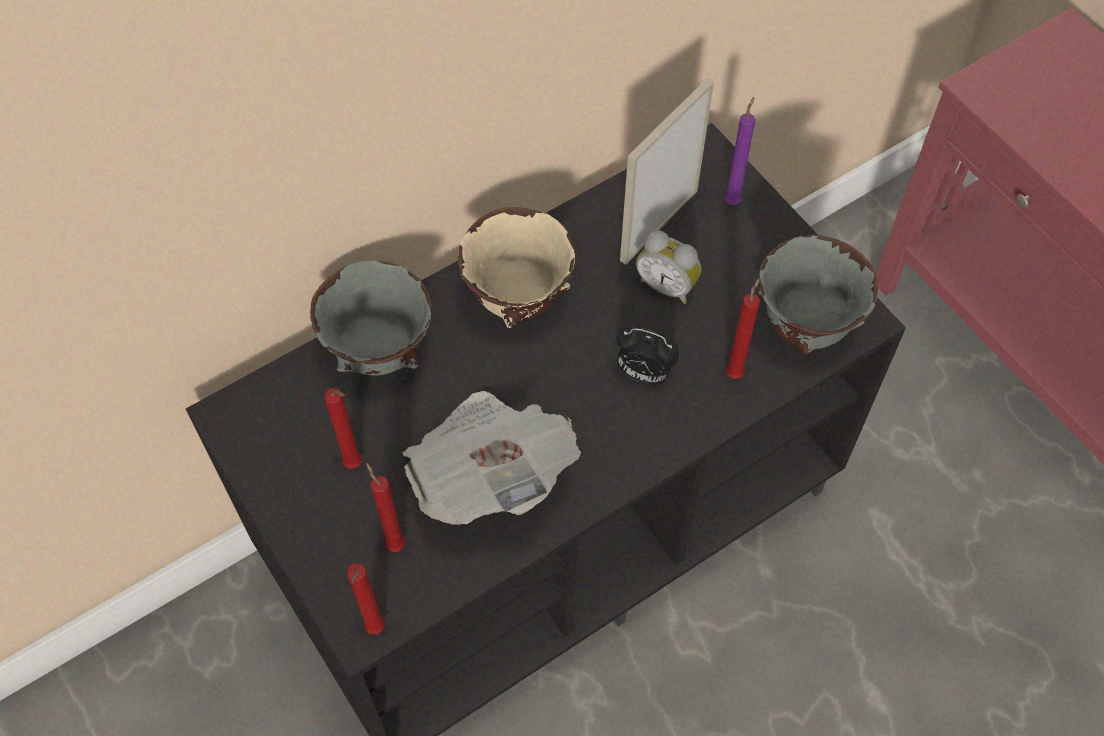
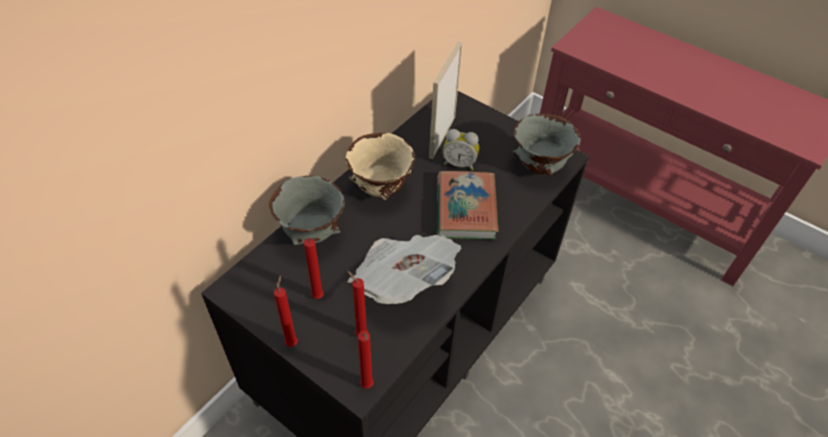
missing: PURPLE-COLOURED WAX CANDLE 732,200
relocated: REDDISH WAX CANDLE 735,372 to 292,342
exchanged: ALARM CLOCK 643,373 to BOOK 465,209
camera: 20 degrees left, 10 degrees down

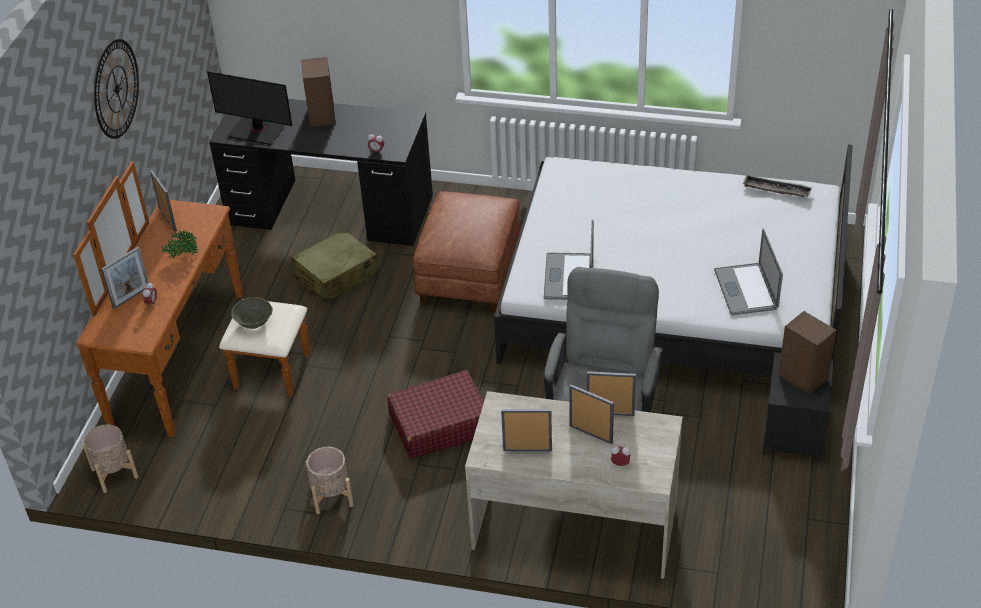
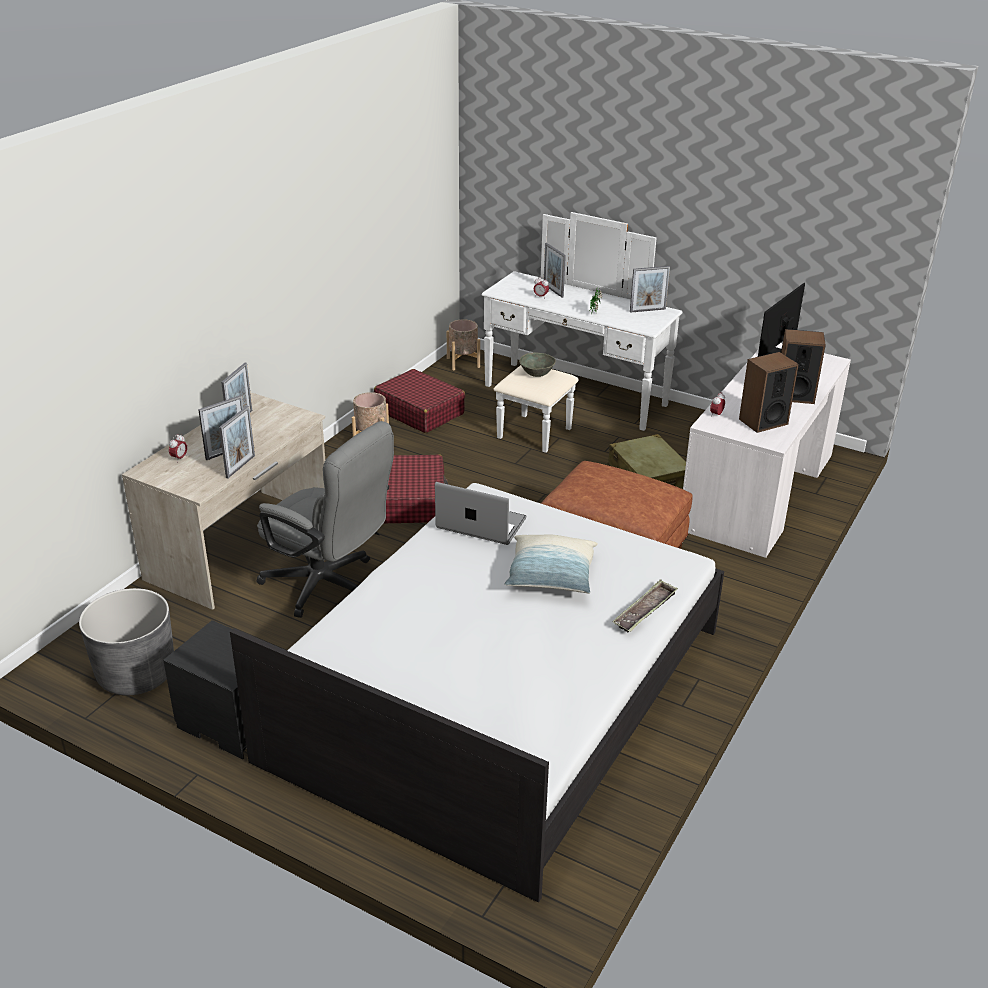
missing: CLOCK ON THE WALL 116,89; PORTABLE COMPUTER 746,289
appeared: GRAY PLANTER 136,673; REDDISH SUITCASE 419,412; CUSHION 551,577
relocated: CARRYING TRAY 776,189 to 645,610; LOUDSPEAKER 803,377 to 763,421
colour: BROWN CHEST OF DRAWERS 200,360 to WHITISH CHEST OF DRAWERS 567,404; BLACK-COLOURED DESK TABLE 330,210 to WHITISH DESK TABLE 757,491
camera: 105 degrees right, 10 degrees down

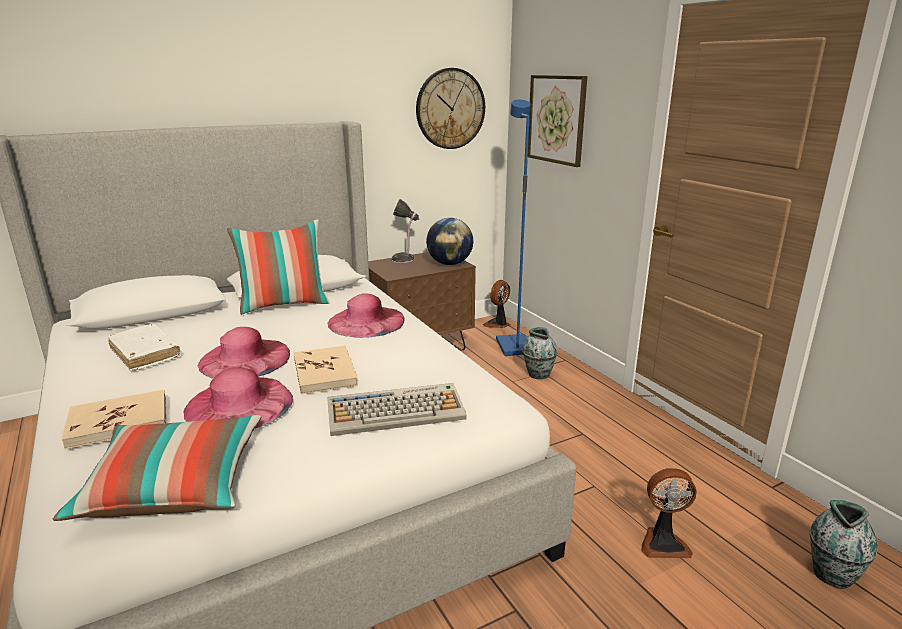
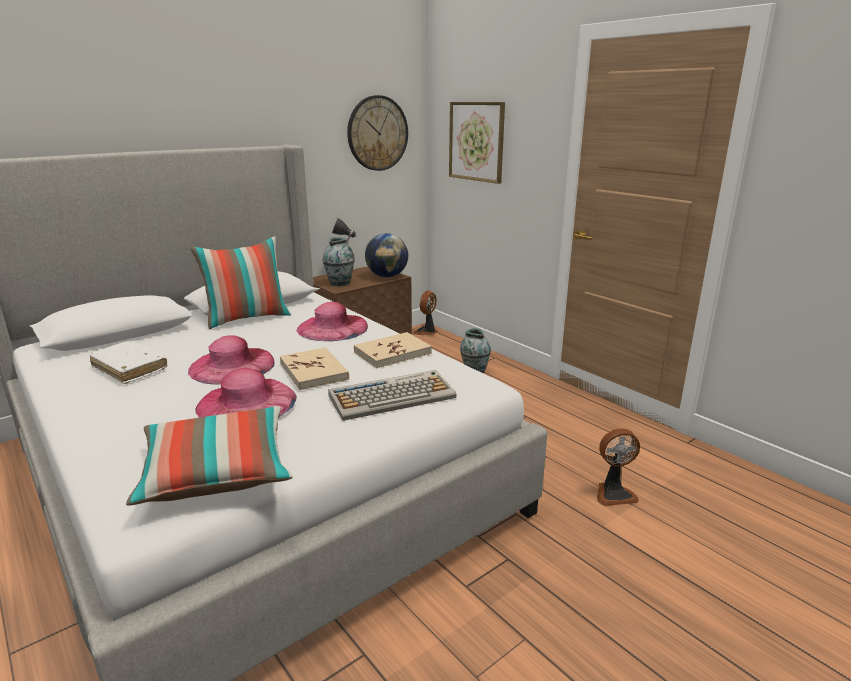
missing: BLUE STANDARD LAMP 513,347
relocated: BEIGE-COLOURED BOOK 118,422 to 392,353; VASE 832,574 to 340,283
camera: 10 degrees left, 0 degrees up

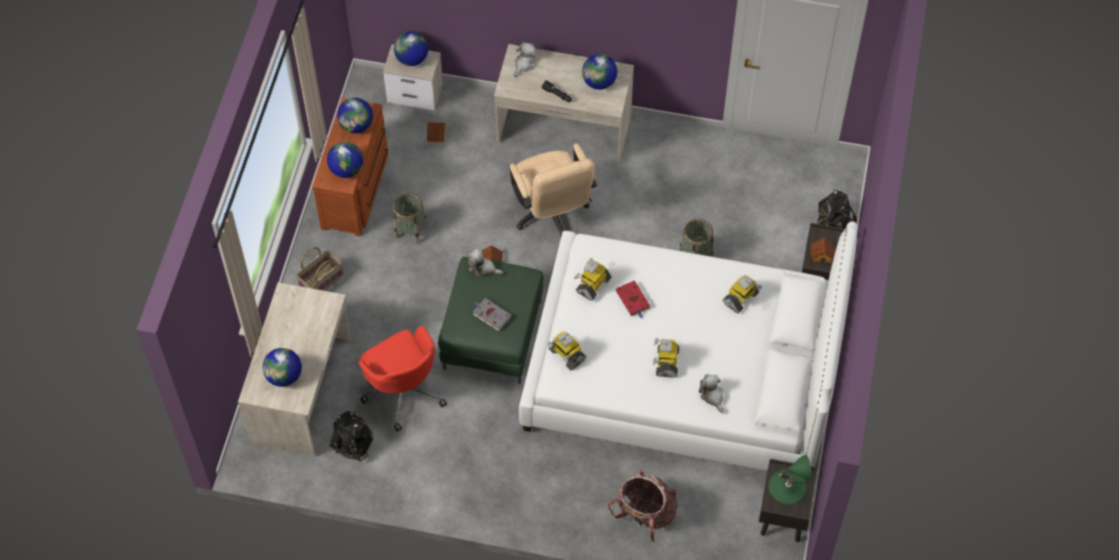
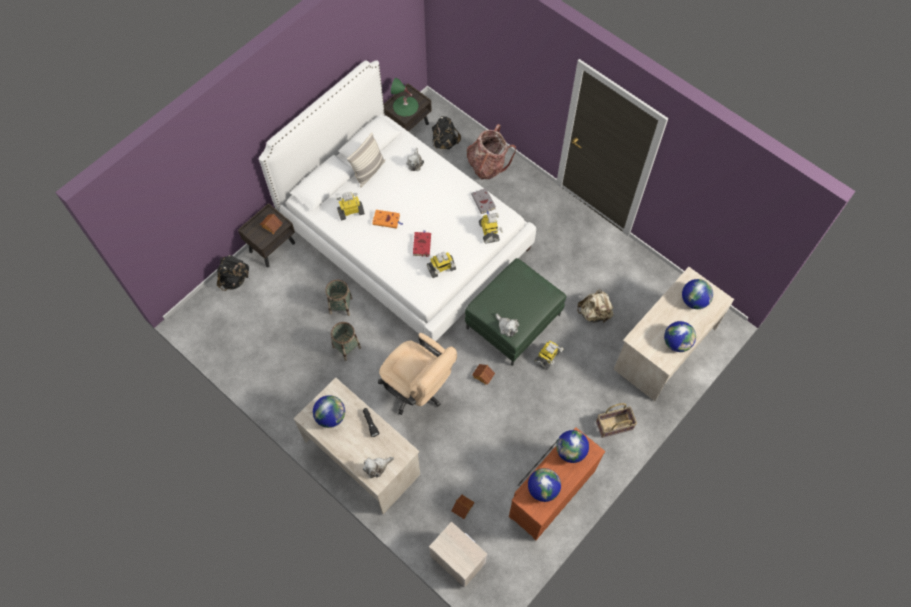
appeared: CUSHION 369,171; ORANGEY BOOK 387,220
relocated: BLACK-COLOURED BACKPACK 353,444 to 445,142; HOUSEHOLD BASKET 410,230 to 346,347; DESK GLOBE 412,59 to 676,342; GRAY BOOK 491,315 to 484,202; TOY ROBOT 666,362 to 547,357
exchanged: REDDISH OFFICE CHAIR 404,390 to BEIGE-COLOURED BACKPACK 594,313
spun: BEIGE-COLOURED OFFICE CHAIR 551,215 = 417,389 120 degrees clockwise
camera: 150 degrees left, 5 degrees up

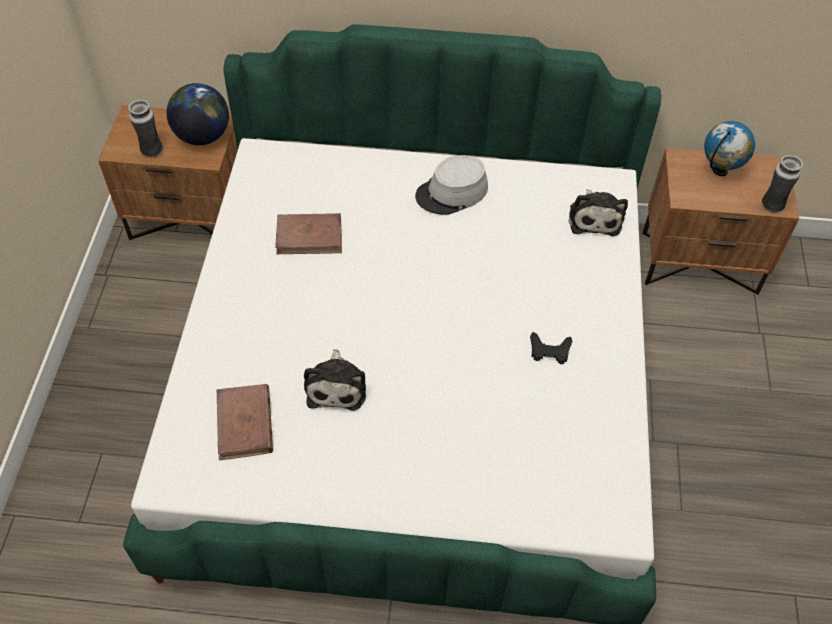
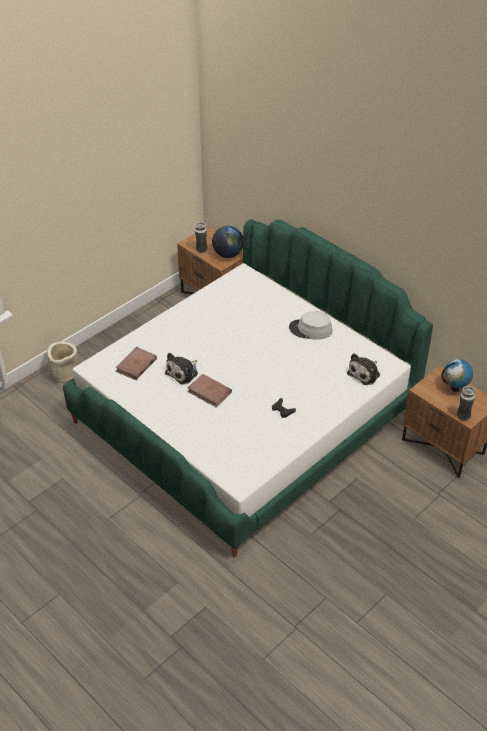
appeared: BEIGE-COLOURED PLANTER 64,374
relocated: BROWN BOOK 309,236 to 209,392
camera: 40 degrees right, 10 degrees down

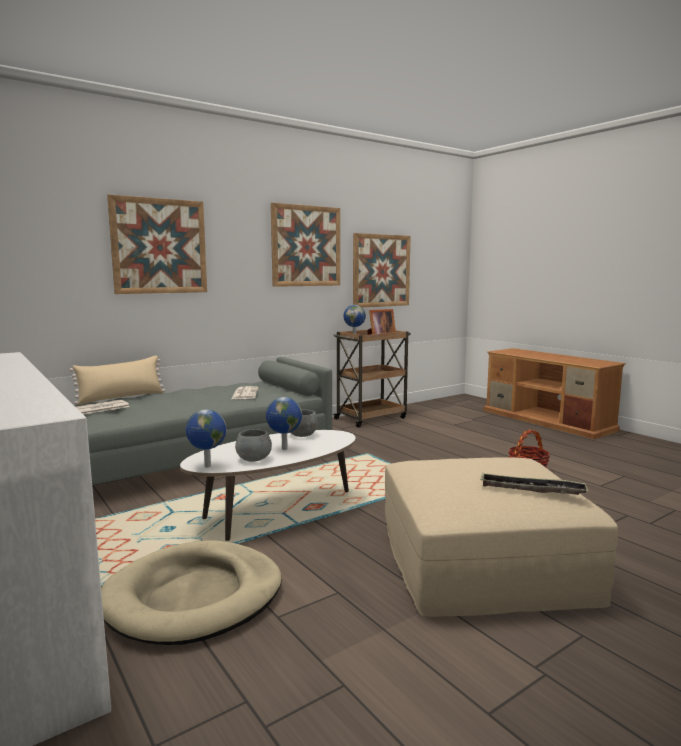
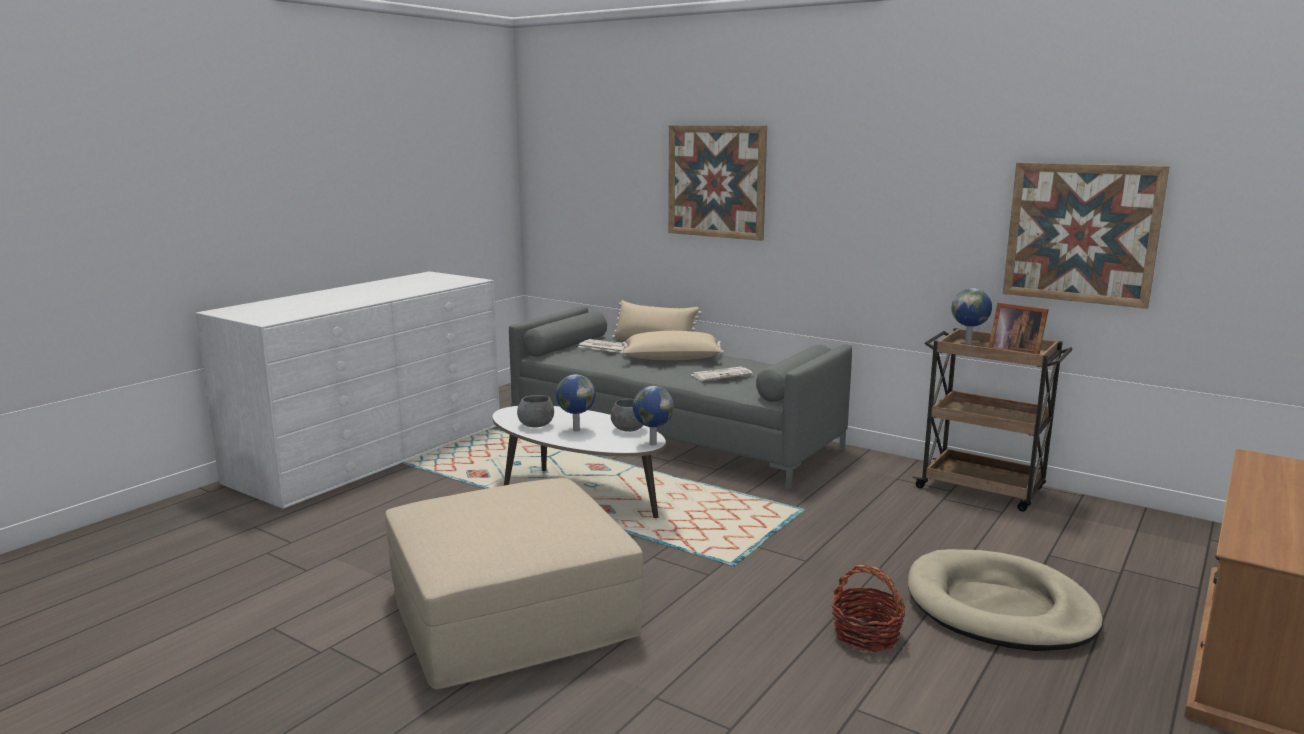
missing: PICTURE 306,246; CARRYING TRAY 531,489
appeared: BEIGE-COLOURED CUSHION 671,360
relocated: BEIGE-COLOURED DOG BED 194,597 to 999,608; DESK GLOBE 206,466 to 652,444
camera: 70 degrees right, 5 degrees up

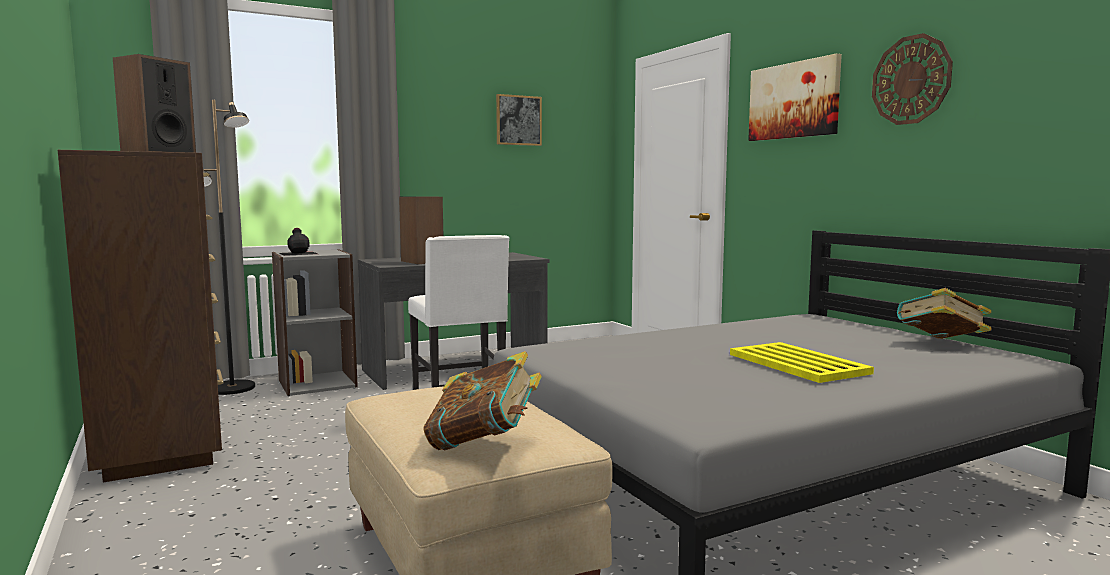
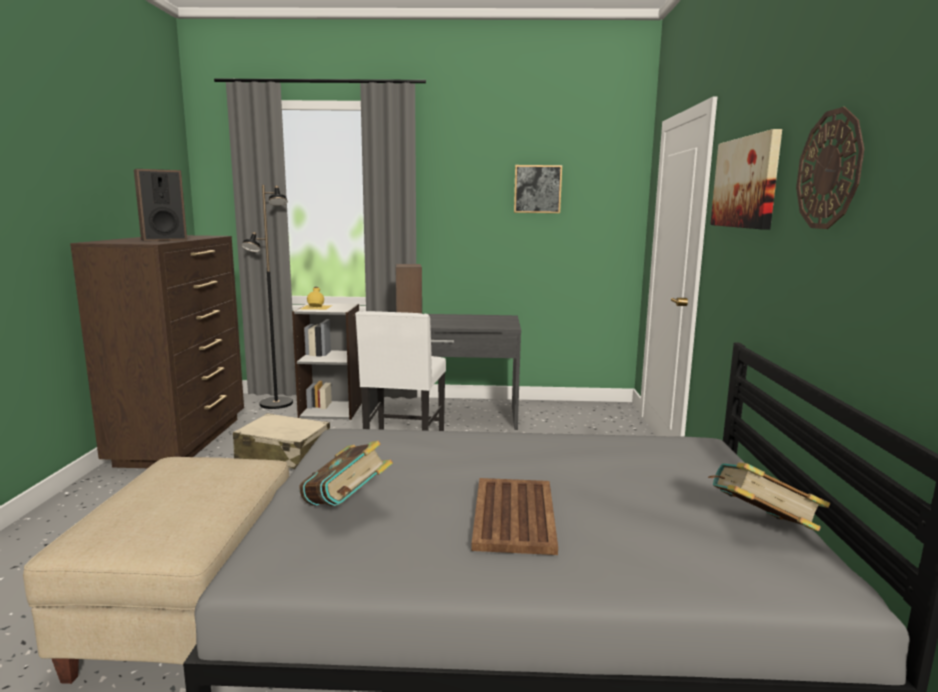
appeared: BEIGE-COLOURED SUITCASE 283,455
relocated: BOOK 484,444 to 346,507
colour: BLACK-COLOURED DRINK BOTTLE 299,253 to YELLOWISH DRINK BOTTLE 316,307; YELLOWISH CARRYING TRAY 797,363 to BROWN CARRYING TRAY 514,515
camera: 30 degrees right, 5 degrees up

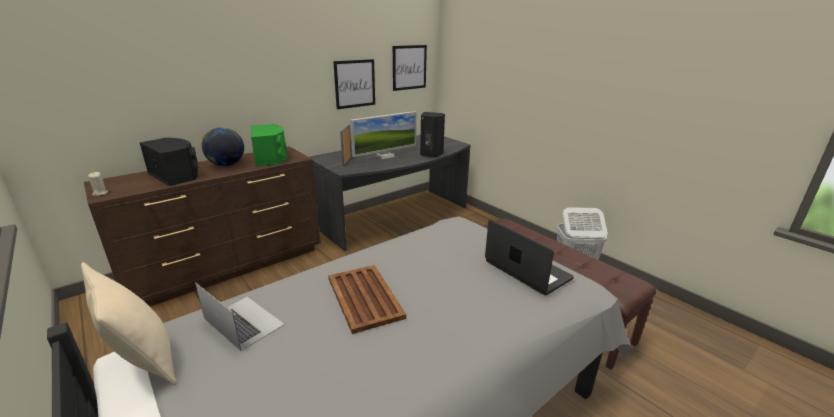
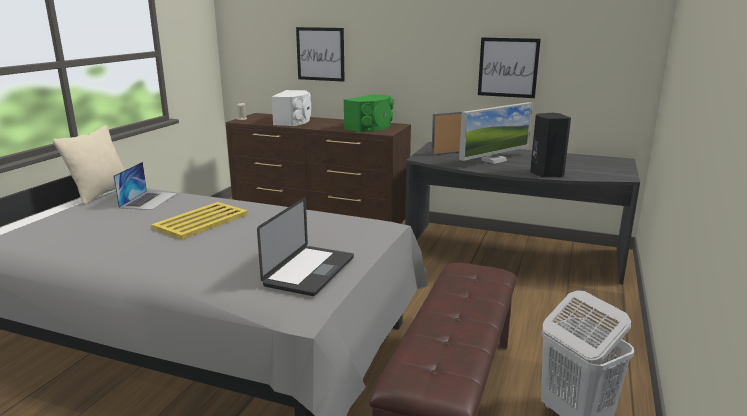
missing: DESK GLOBE 226,165
relocated: PICTURE 409,67 to 320,54
colour: BLACK-COLOURED LOUDSPEAKER 176,175 to WHITISH LOUDSPEAKER 294,121; BROWN CARRYING TRAY 364,298 to YELLOWISH CARRYING TRAY 200,221
spun: MONITOR 385,156 = 493,160 60 degrees counterclockwise
camera: 60 degrees right, 5 degrees down

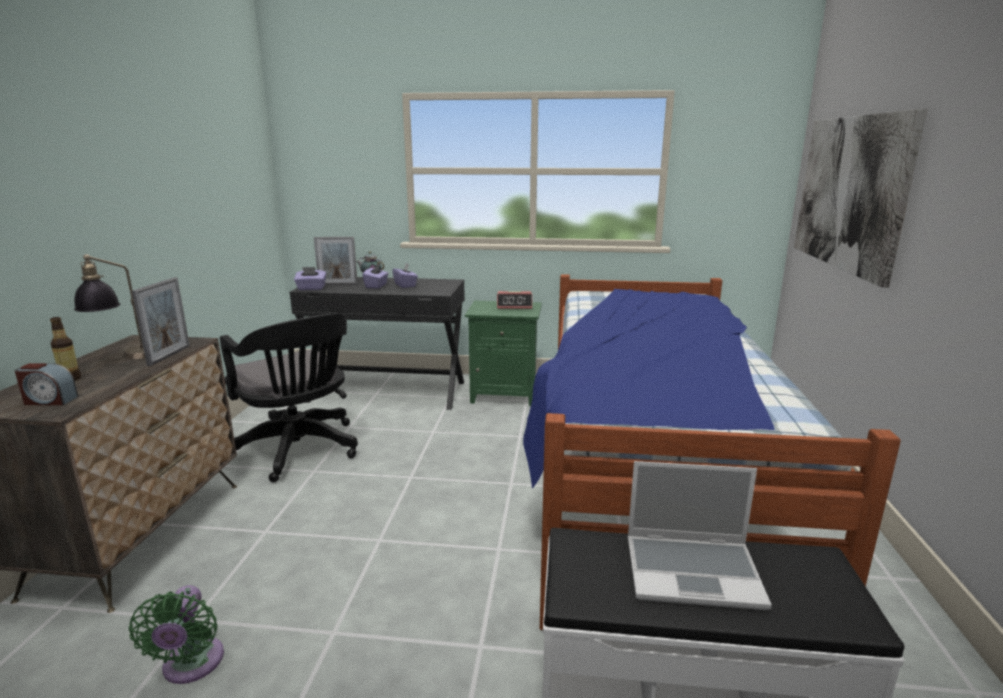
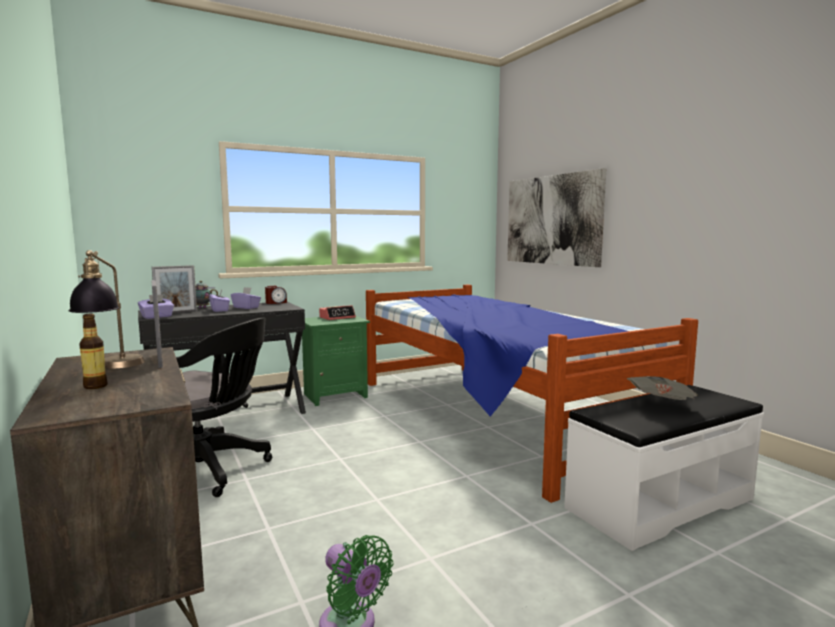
relocated: ALARM CLOCK 50,400 to 276,303
exchanged: PORTABLE COMPUTER 694,572 to PRINTED PAPER 662,406
camera: 35 degrees left, 10 degrees down

